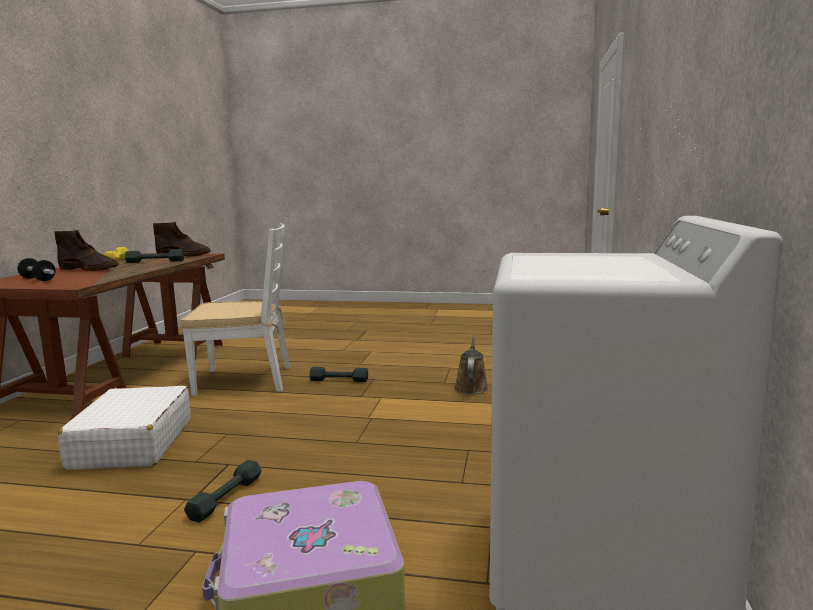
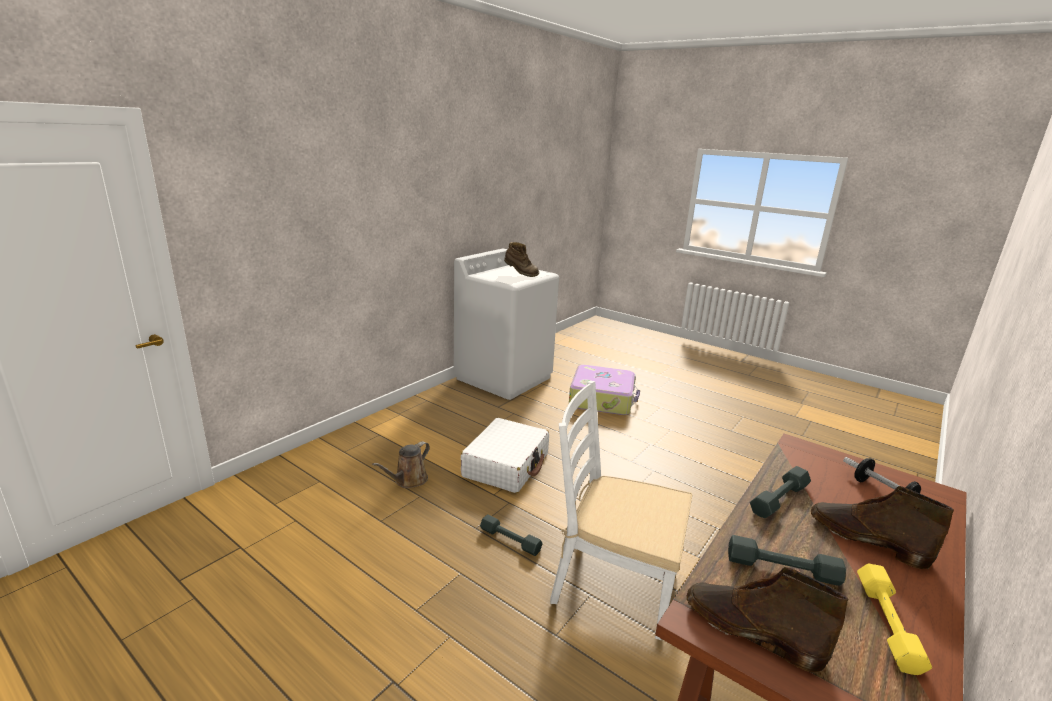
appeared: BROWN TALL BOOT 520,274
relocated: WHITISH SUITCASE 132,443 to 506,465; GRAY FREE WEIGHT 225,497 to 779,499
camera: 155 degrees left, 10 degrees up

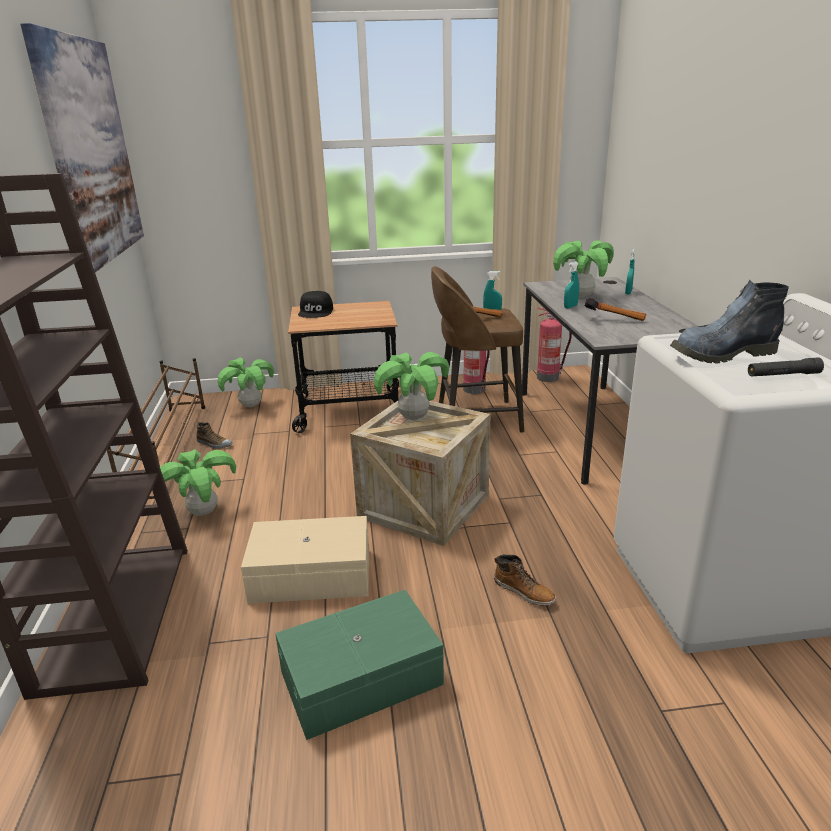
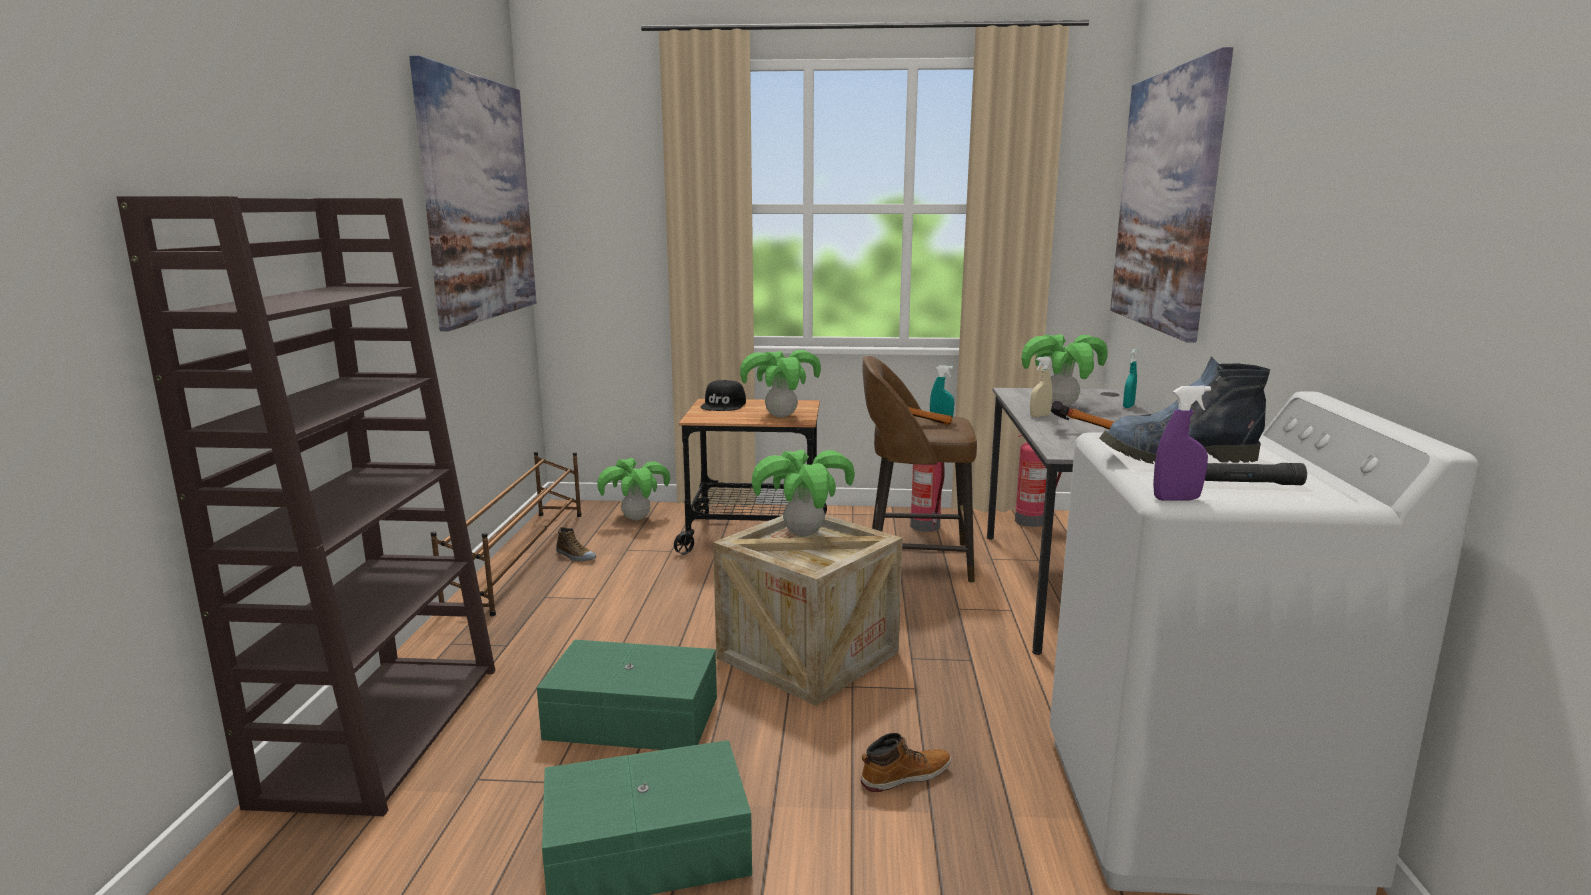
appeared: PICTURE 1166,201; PURPLE-COLOURED SPRAY BOTTLE 1176,499
relocated: PLANT IN A POT 203,512 to 781,416
colour: BEIGE-COLOURED STORAGE CONTAINER 312,576 to GREEN-COLOURED STORAGE CONTAINER 633,719; TURQUOISE-COLOURED SPRAY BOTTLE 570,307 to BEIGE-COLOURED SPRAY BOTTLE 1039,416
spun: TALL BOOT 524,591 = 905,776 75 degrees counterclockwise
camera: 10 degrees right, 10 degrees down

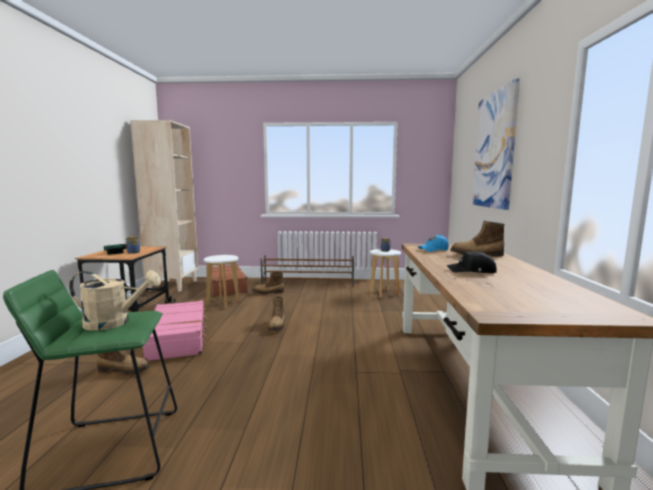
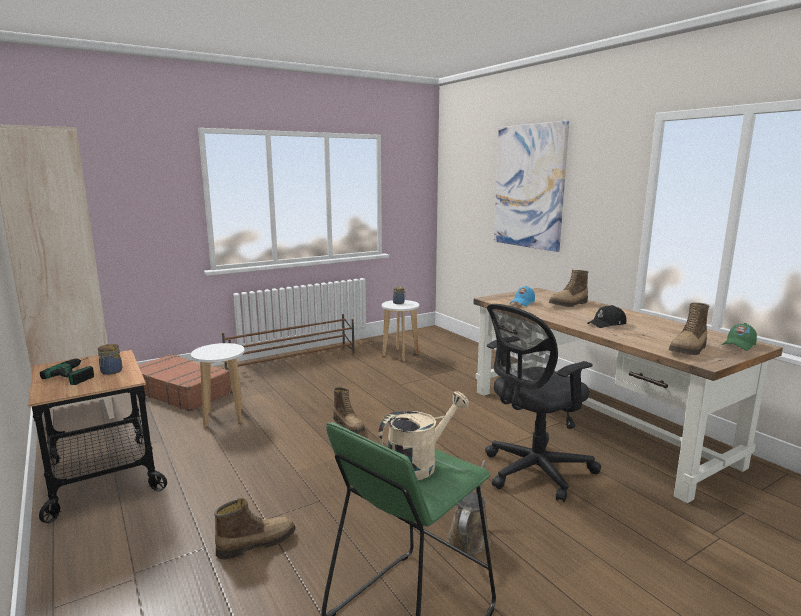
missing: PINKISH SUITCASE 179,338
appeared: BROWN SPRINKLING CAN 469,536; BLACK-COLOURED OFFICE CHAIR 533,472; GREEN-COLOURED CAP 738,345
relocated: TALL BOOT 268,292 to 689,350
camera: 35 degrees left, 5 degrees up

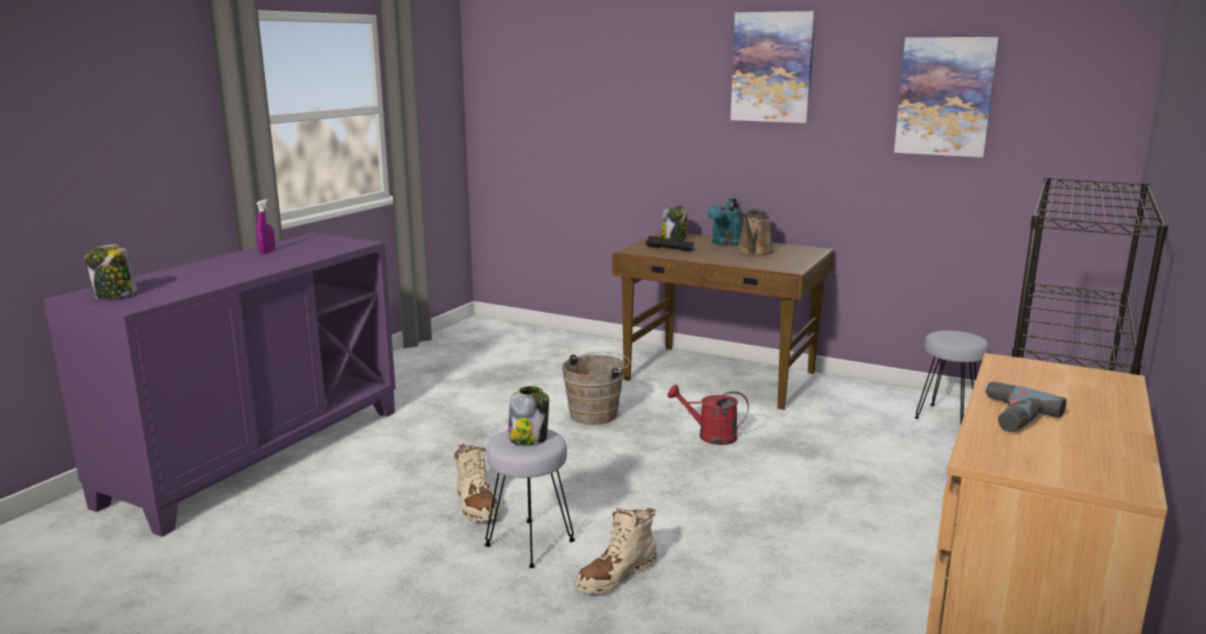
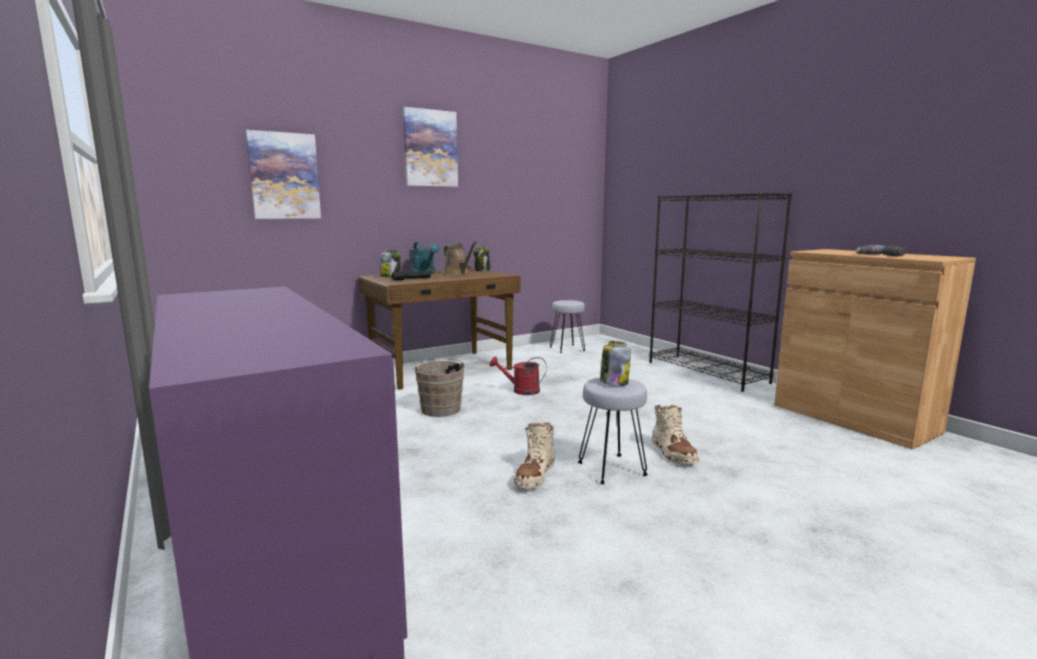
missing: PURPLE-COLOURED SPRAY BOTTLE 267,252
relocated: PRESERVE JAR 115,296 to 482,270; PICTURE 945,96 to 284,176
spun: BEIGE-COLOURED TALL BOOT 476,505 = 535,475 105 degrees clockwise; REDDISH SPRINKLING CAN 710,436 = 521,391 45 degrees clockwise
camera: 60 degrees left, 5 degrees down

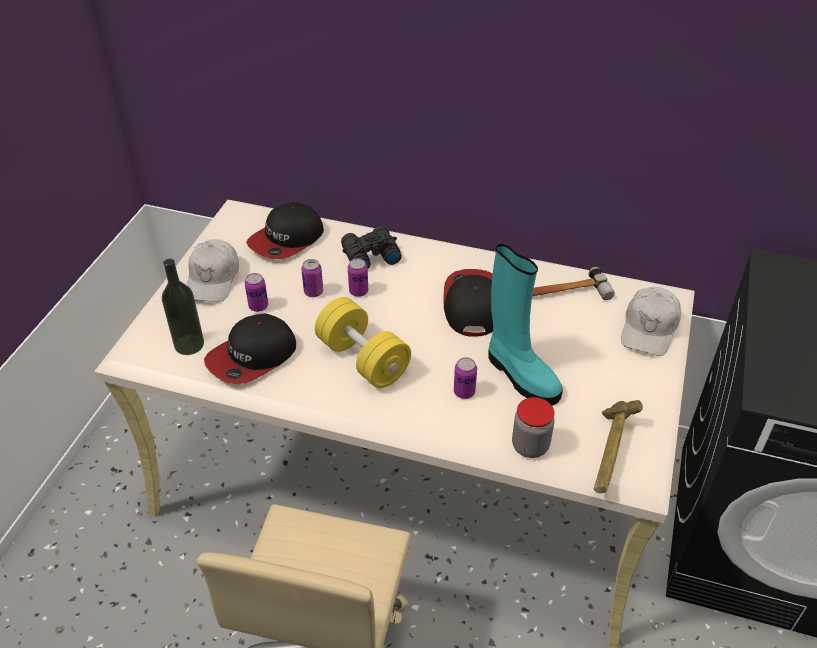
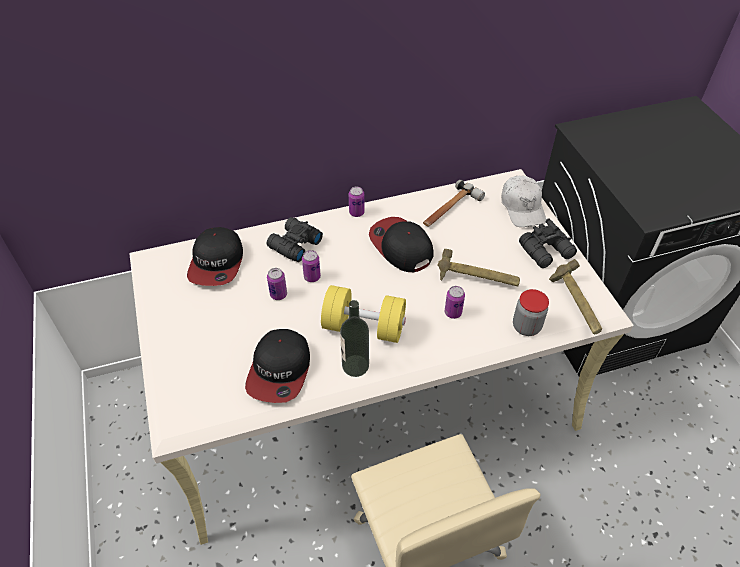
missing: WHITISH CAP 213,279
appeared: BLACK-COLOURED FIELD GLASSES 547,251
relocated: DRINK BOTTLE 189,344 to 355,365; SEALED CAN 258,306 to 356,212
exchanged: TURQUOISE-COLOURED TALL BOOT 520,375 to HAND HAMMER 476,281
camera: 35 degrees left, 5 degrees up

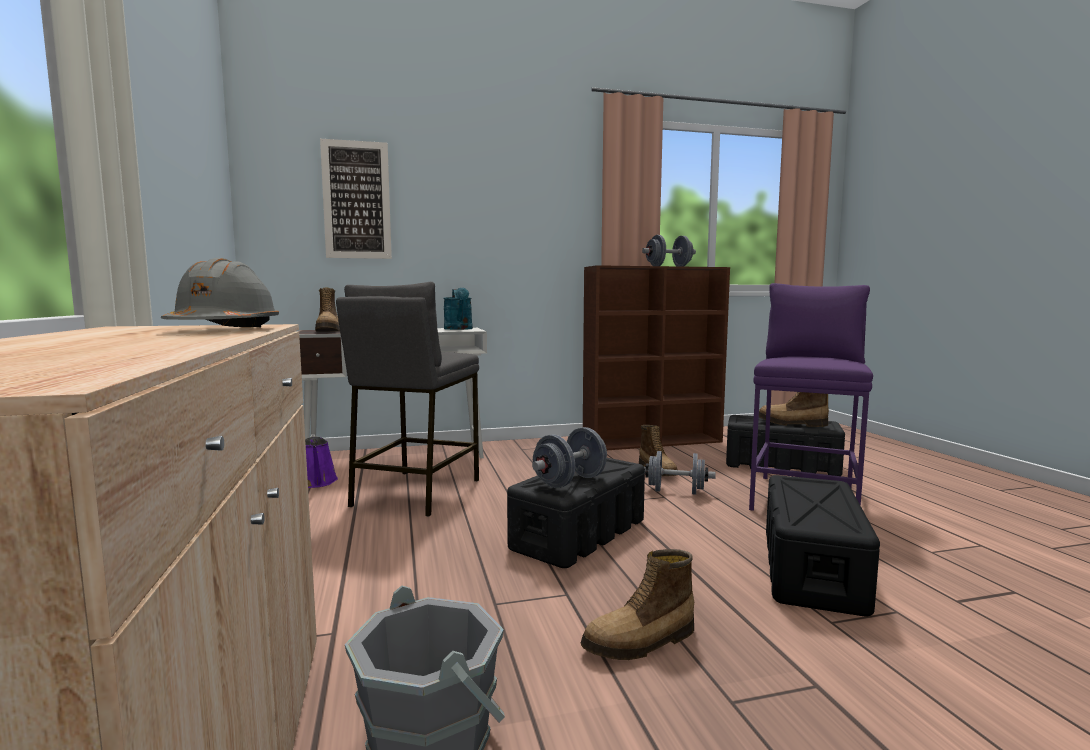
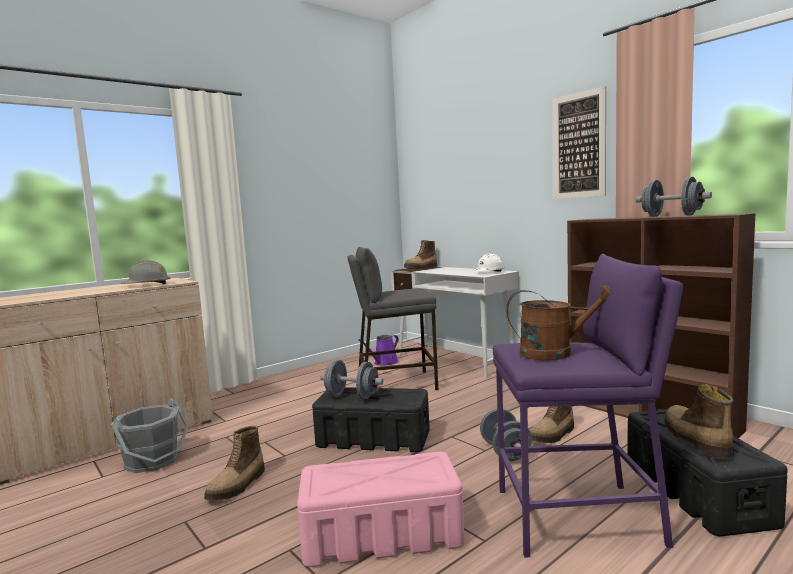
appeared: BROWN SPRINKLING CAN 555,353
relocated: PICTURE 356,200 to 578,146
exchanged: TURQUOISE-COLOURED SPRINKLING CAN 459,329 to WHITISH SAFETY HELMET 489,272
colour: BLACK-COLOURED STORAGE CONTAINER 812,570 to PINKISH STORAGE CONTAINER 380,535
spun: TALL BOOT 641,642 = 238,486 105 degrees counterclockwise
camera: 65 degrees right, 0 degrees up

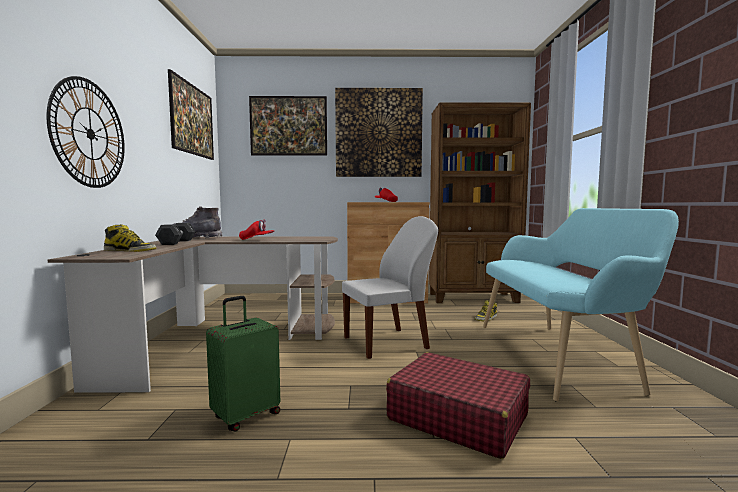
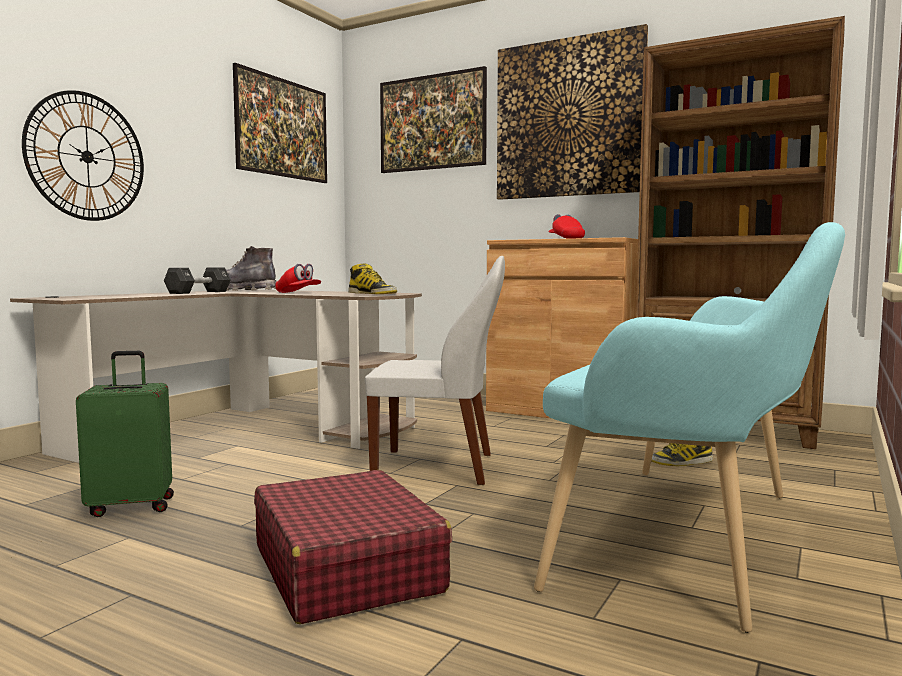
relocated: TALL BOOT 130,251 to 372,294
camera: 30 degrees right, 0 degrees up

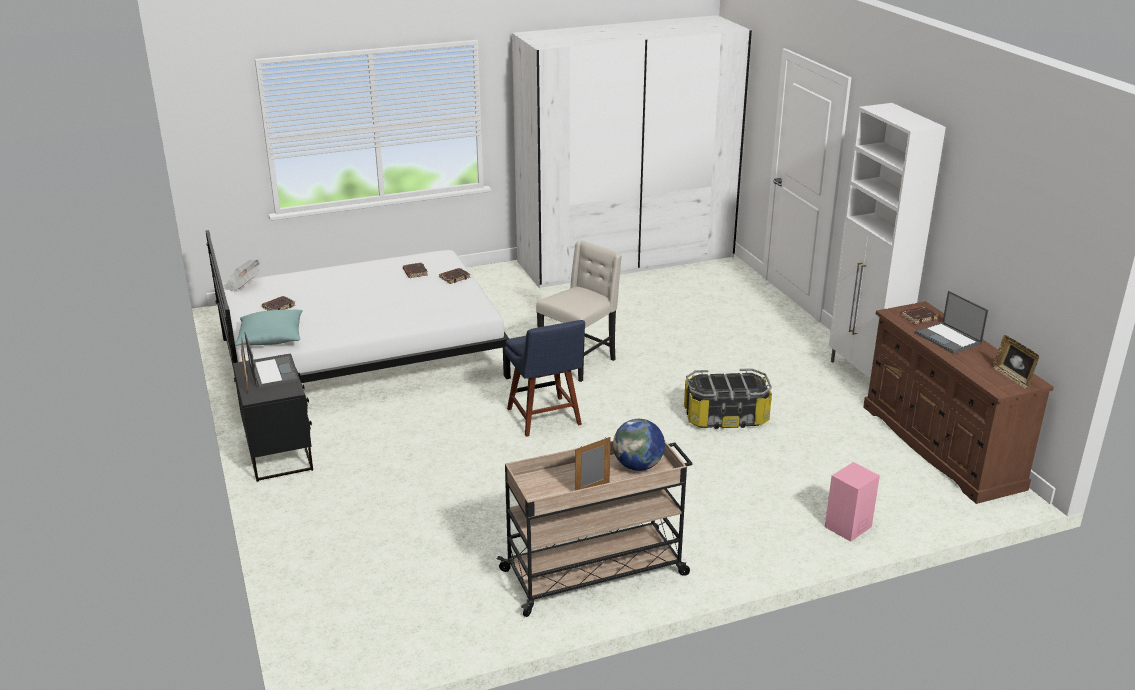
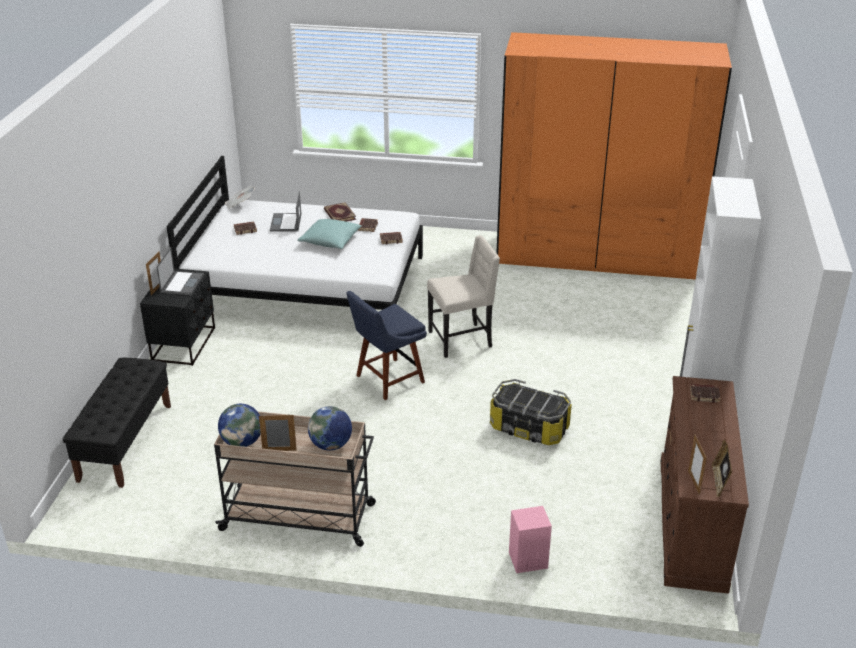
appeared: BLACK-COLOURED INDOOR BENCH 125,442; DESK GLOBE 242,442; BOOK 339,214; PHOTO FRAME 694,482
relocated: TURQUOISE-COLOURED CUSHION 271,338 to 330,241; PORTABLE COMPUTER 948,338 to 286,223
colour: WHITISH ARMOIRE 626,259 to ORANGEY ARMOIRE 596,256
spun: BLUE PLAIN CHAIR 545,418 = 387,380 45 degrees clockwise
camera: 30 degrees right, 5 degrees up

